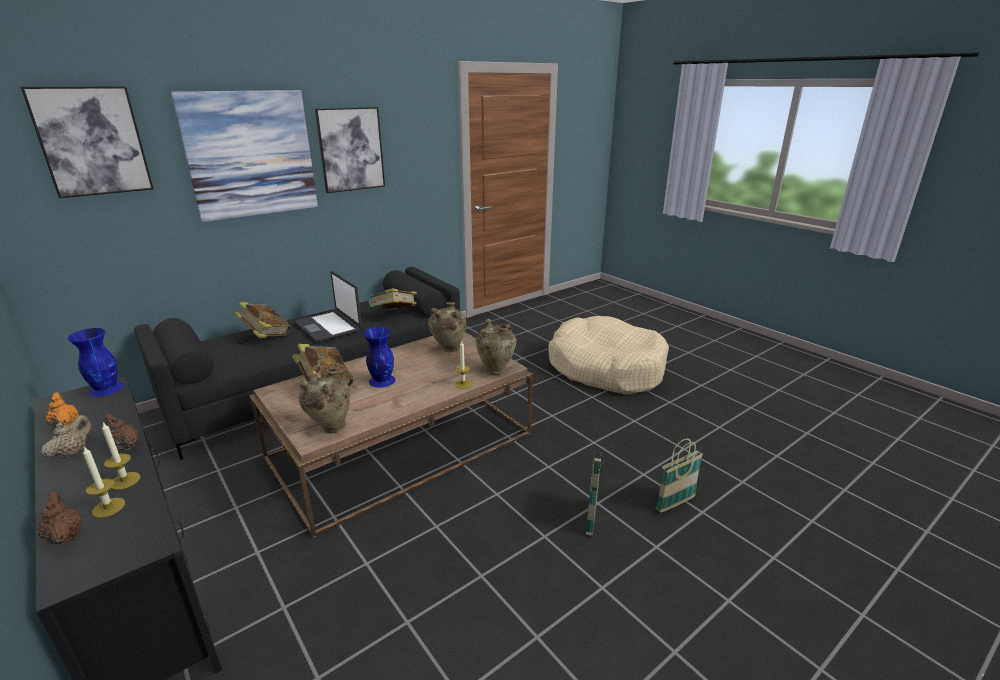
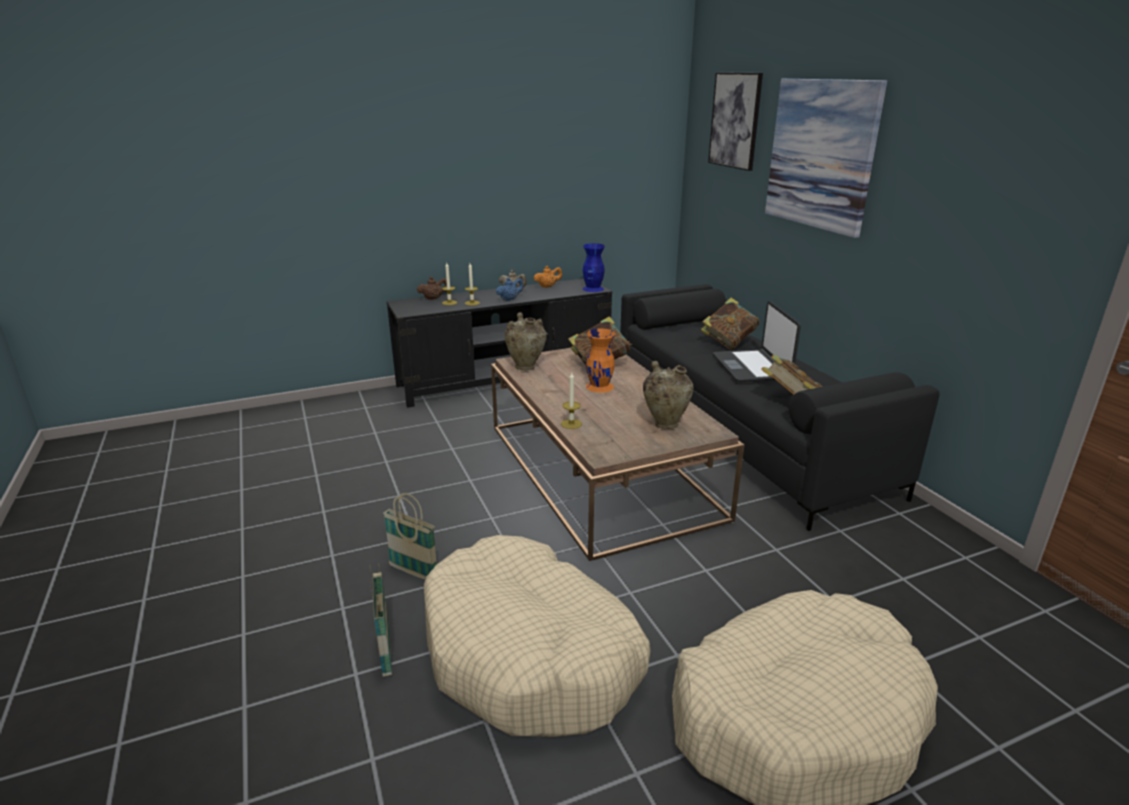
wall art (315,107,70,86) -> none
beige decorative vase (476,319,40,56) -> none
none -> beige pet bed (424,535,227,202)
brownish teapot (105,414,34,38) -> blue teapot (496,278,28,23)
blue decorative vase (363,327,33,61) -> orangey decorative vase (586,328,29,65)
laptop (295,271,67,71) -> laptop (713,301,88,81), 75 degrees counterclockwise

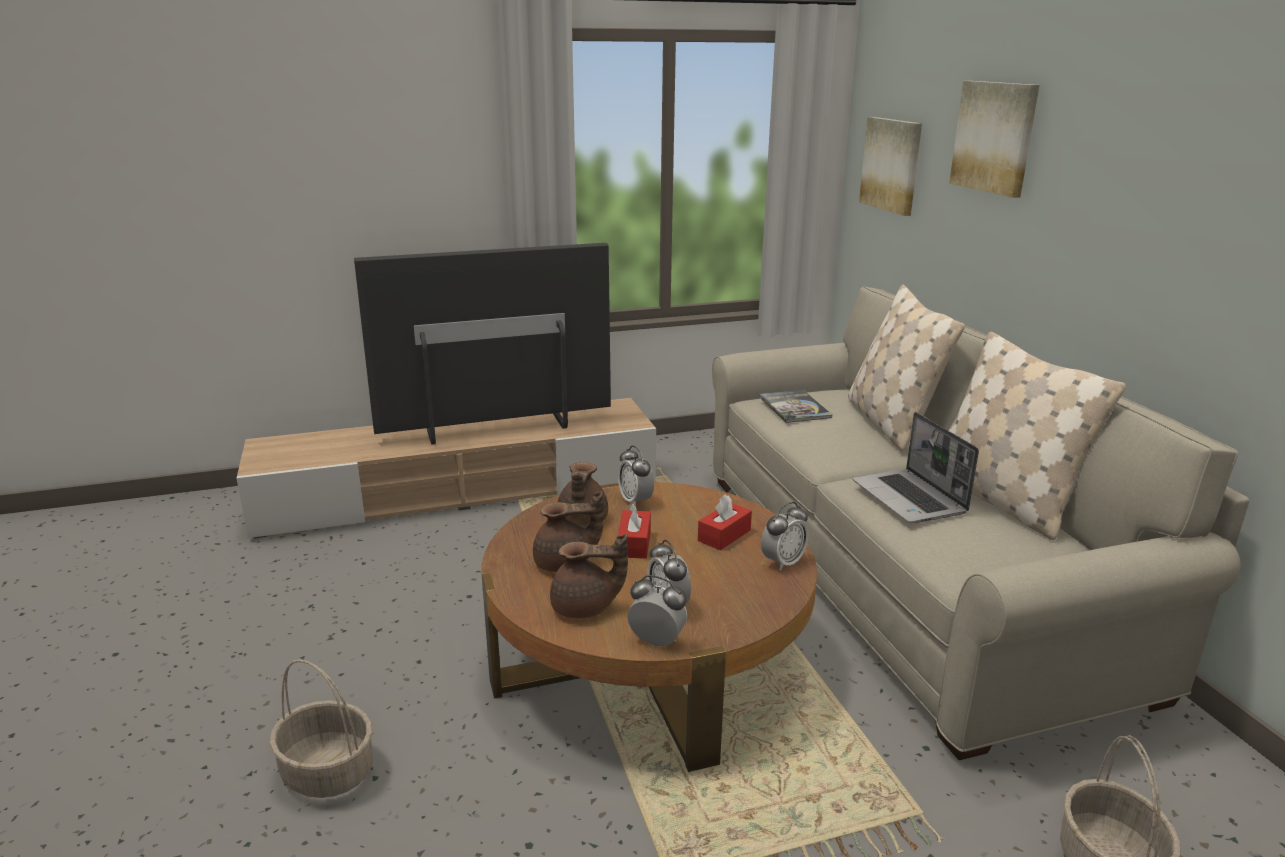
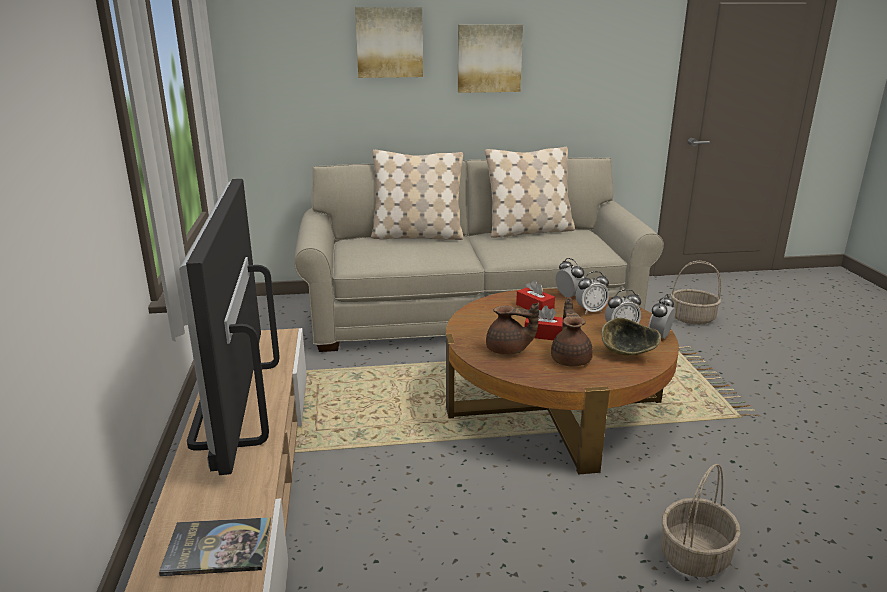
laptop (853,412,126,111) -> none
bedside clock (618,446,36,61) -> bedside clock (576,271,33,43), moved
book (759,390,74,33) -> book (159,517,112,59), moved
wall art (859,117,63,99) -> wall art (458,24,65,69), moved
brownish teapot (550,534,78,85) -> deep dish (601,318,60,38)

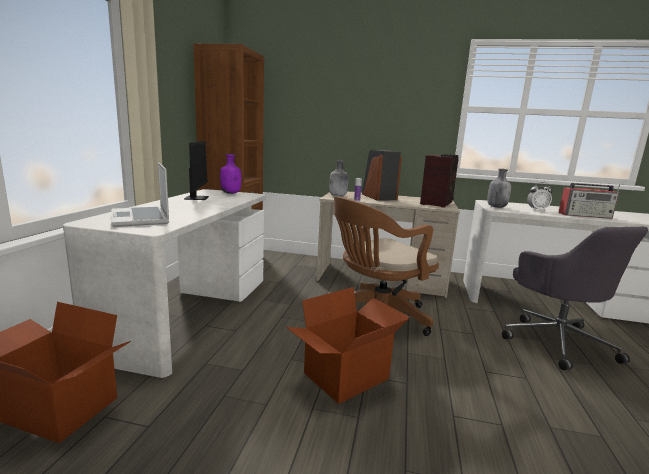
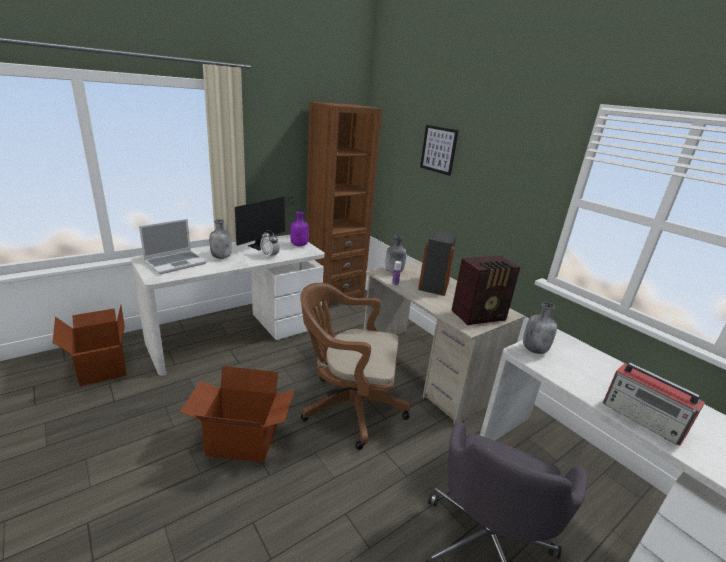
none -> gray drink bottle (209,219,23,40)
none -> wall art (420,125,39,51)
bedside clock (527,182,26,29) -> bedside clock (260,230,20,28), moved
laptop (111,162,58,65) -> laptop (139,219,68,55), 150 degrees counterclockwise

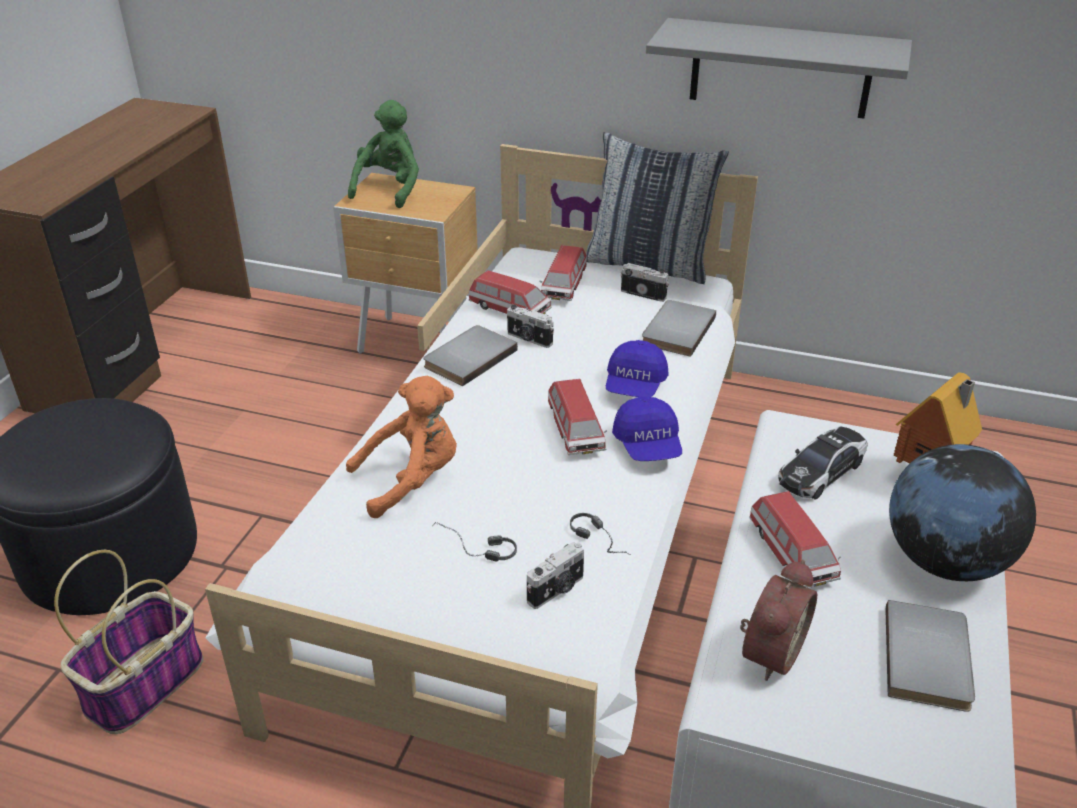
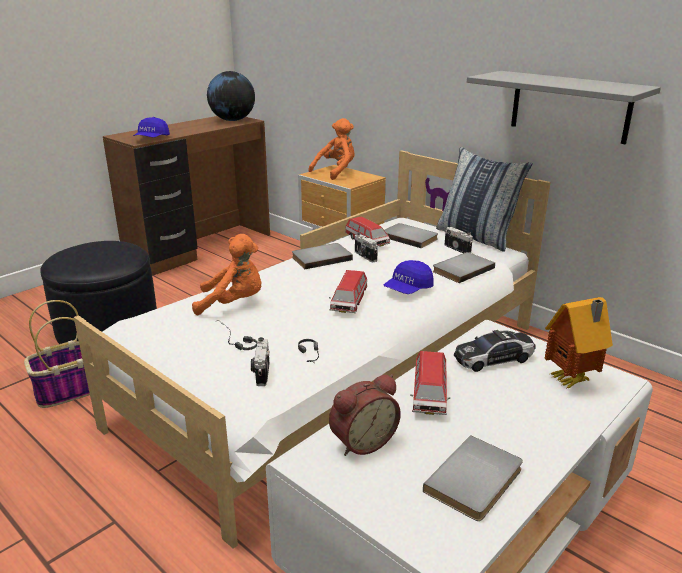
blue peaked cap (612,396,70,65) -> blue peaked cap (133,117,37,21), moved
desk globe (889,444,147,137) -> desk globe (207,71,48,50), moved
miniature car (540,245,47,56) -> gray book (384,223,54,25)
greenish cuddly toy (348,100,71,108) -> orangey cuddly toy (308,118,46,62)
still camera (527,542,57,67) -> still camera (251,337,18,49), 105 degrees clockwise

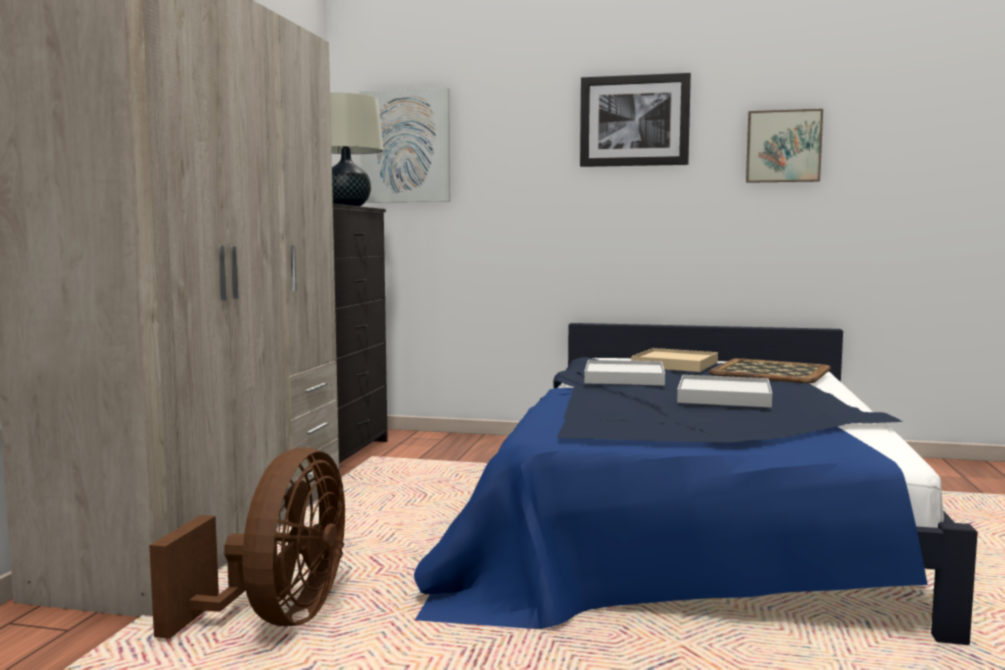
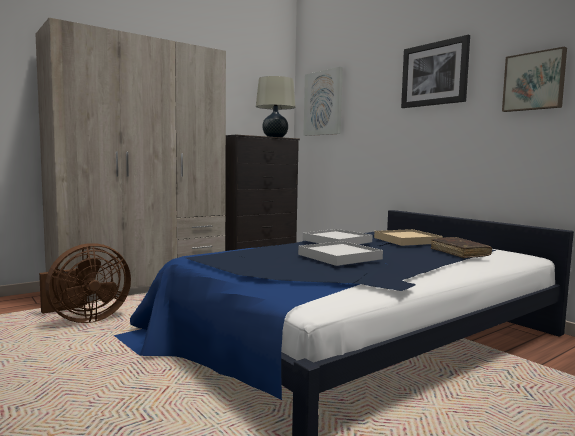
carrying tray (709,358,122,25) -> brownish book (431,237,61,21)

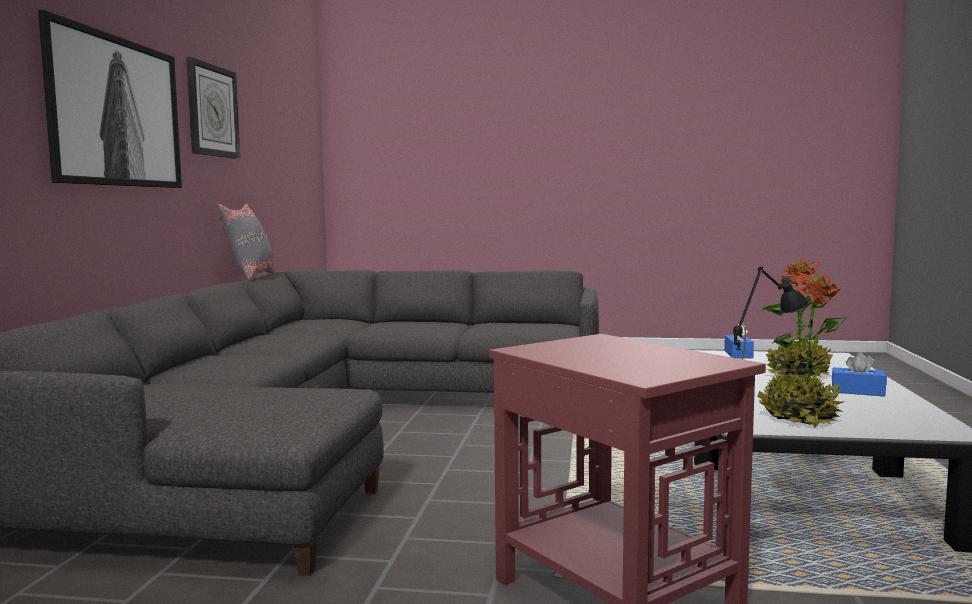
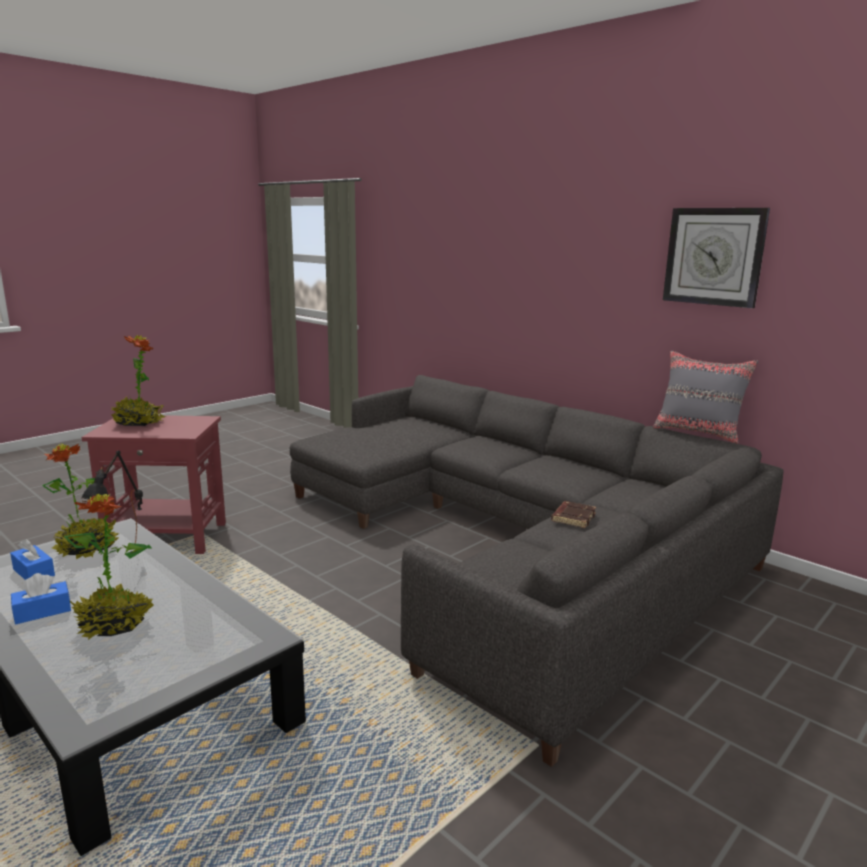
wall art (38,10,144,178) -> none
none -> houseplant (111,335,55,91)
none -> brownish book (551,501,45,27)
blue box of tissues (724,324,30,34) -> blue box of tissues (10,539,45,41), moved

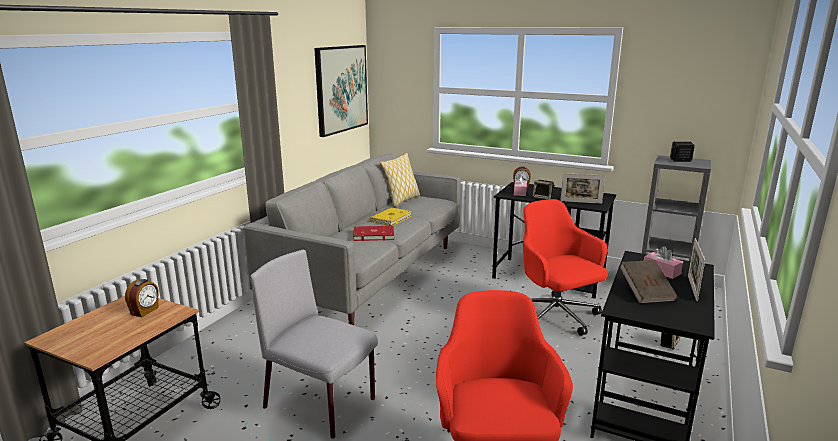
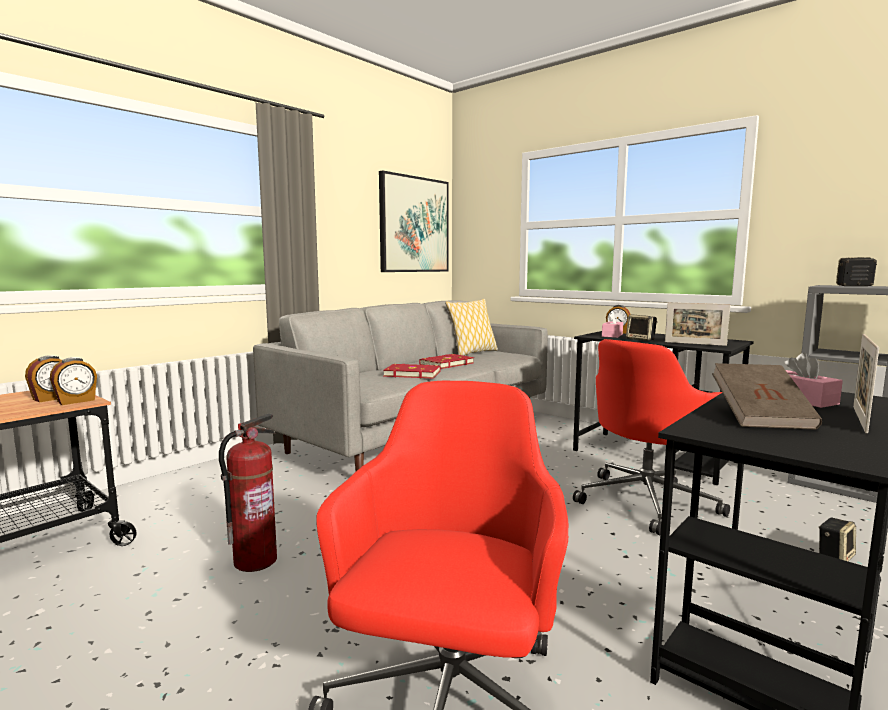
none -> bedside clock (50,357,47,48)
gray chair (250,250,128,189) -> fire extinguisher (219,413,58,159)
yellow-coloured book (370,208,42,18) -> reddish book (419,354,55,15)
reddish computer chair (523,199,85,137) -> reddish computer chair (573,339,157,196), 120 degrees counterclockwise

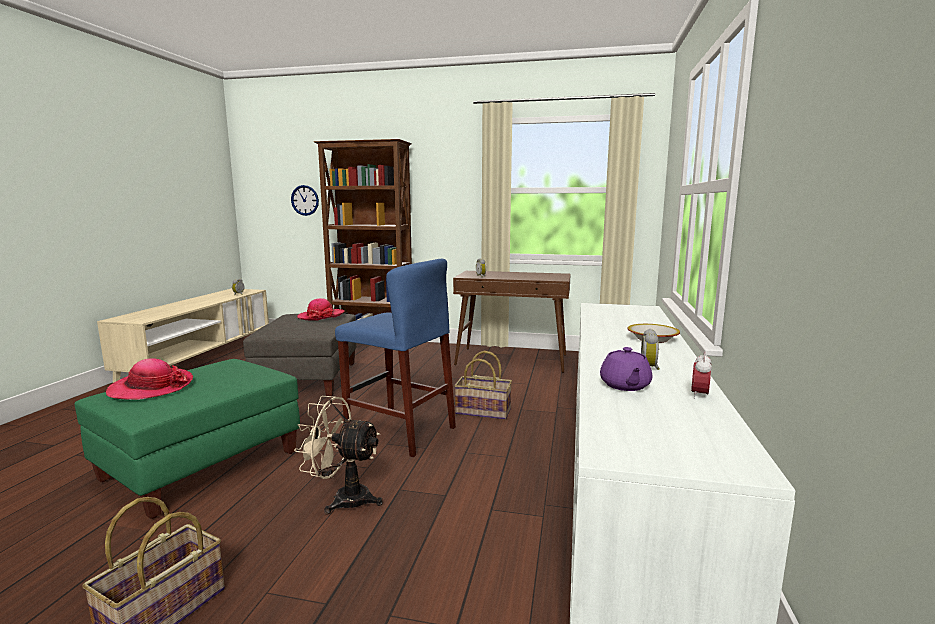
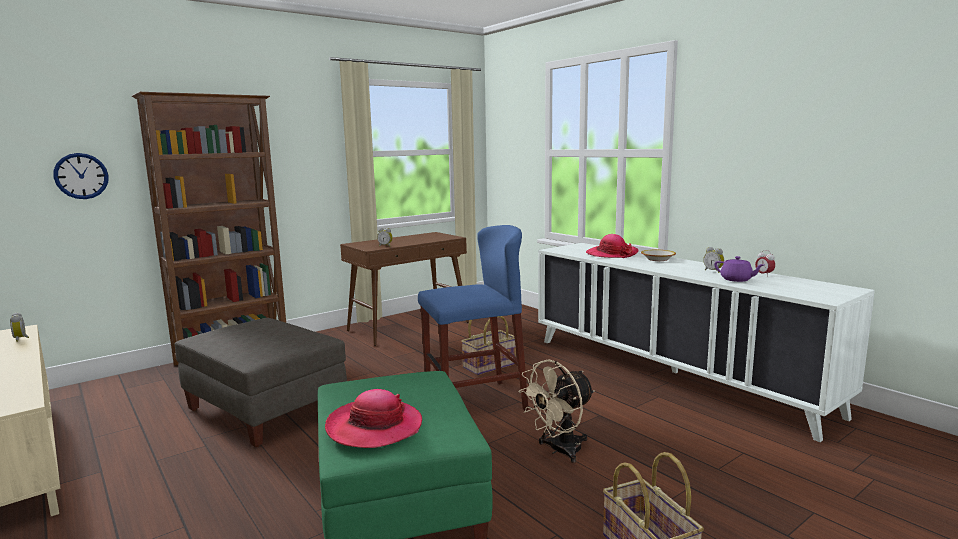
hat (297,298,48,23) -> hat (586,234,53,24), moved

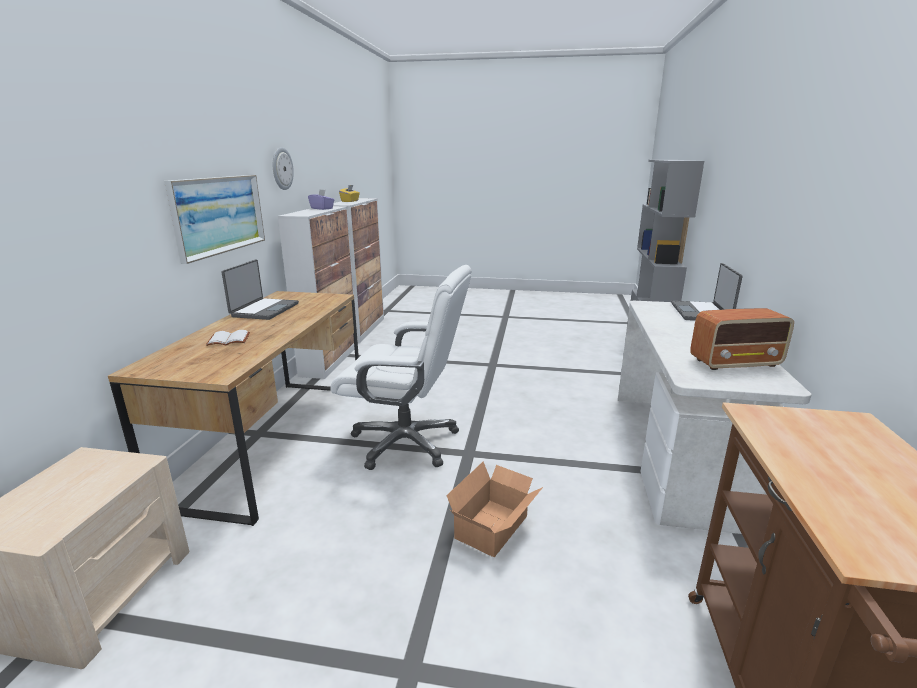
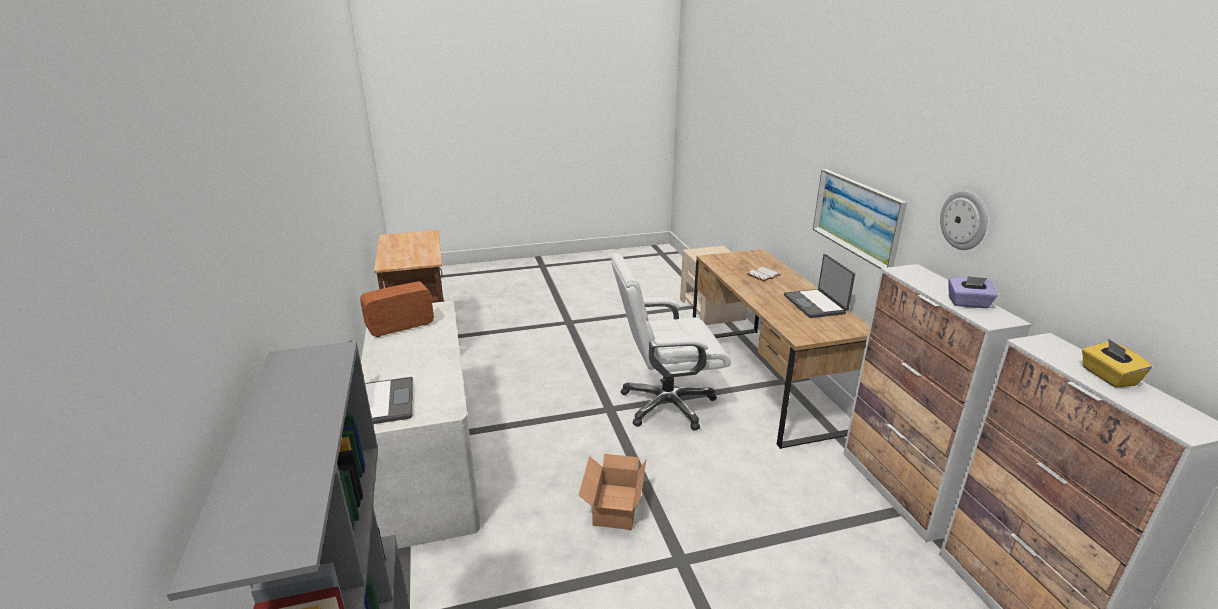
cardboard box (446,461,97,96) -> cardboard box (578,454,69,76), moved

